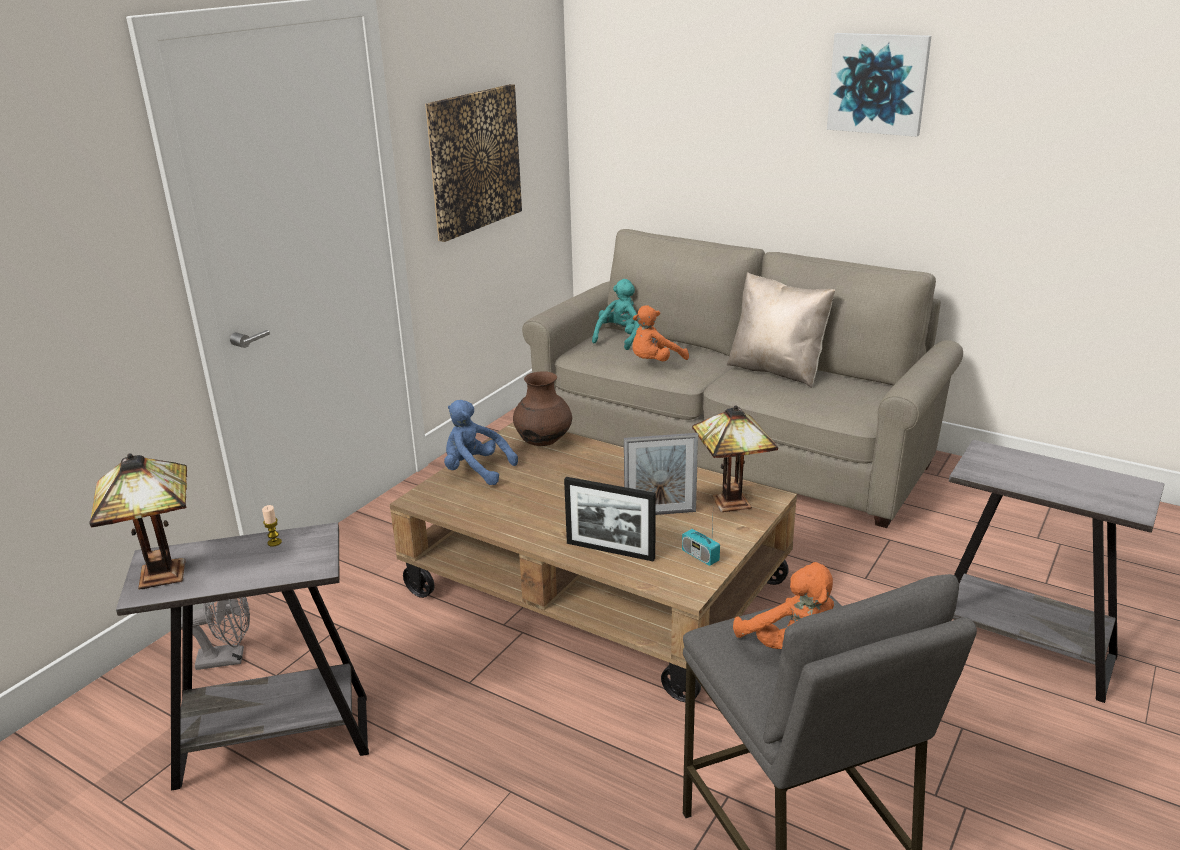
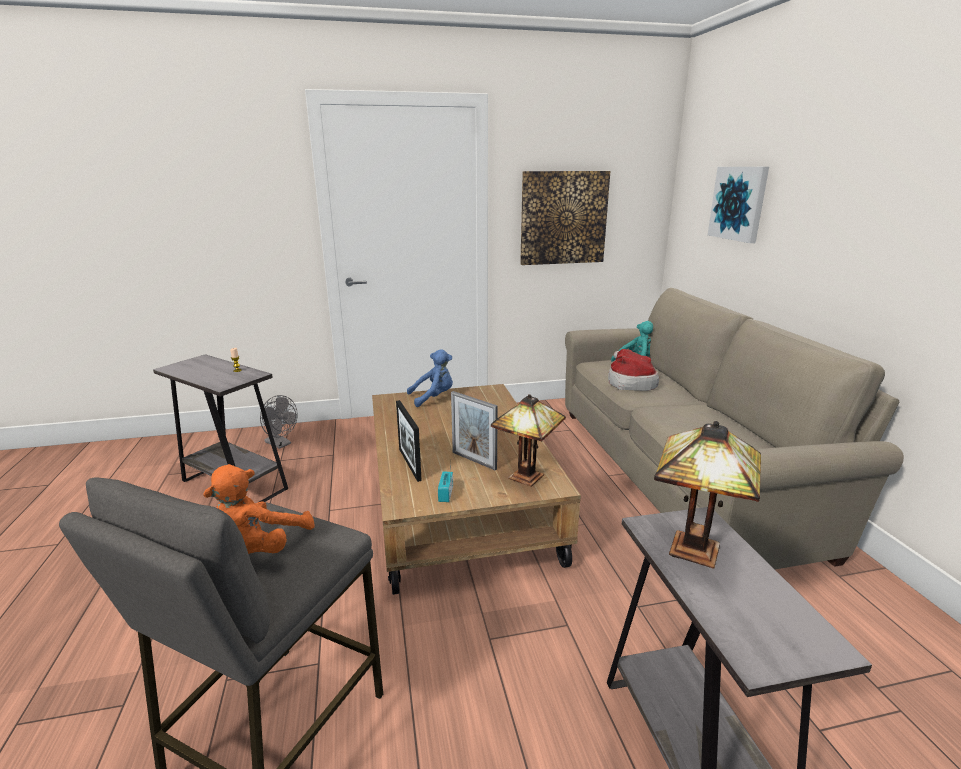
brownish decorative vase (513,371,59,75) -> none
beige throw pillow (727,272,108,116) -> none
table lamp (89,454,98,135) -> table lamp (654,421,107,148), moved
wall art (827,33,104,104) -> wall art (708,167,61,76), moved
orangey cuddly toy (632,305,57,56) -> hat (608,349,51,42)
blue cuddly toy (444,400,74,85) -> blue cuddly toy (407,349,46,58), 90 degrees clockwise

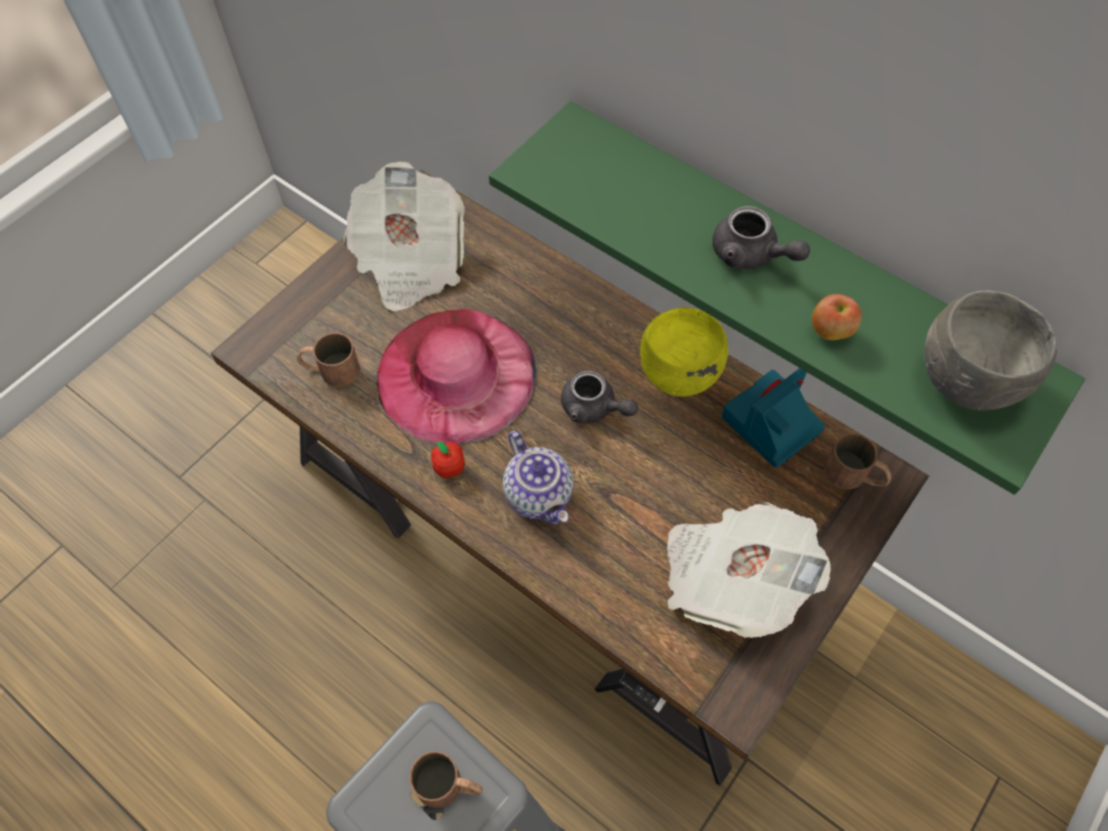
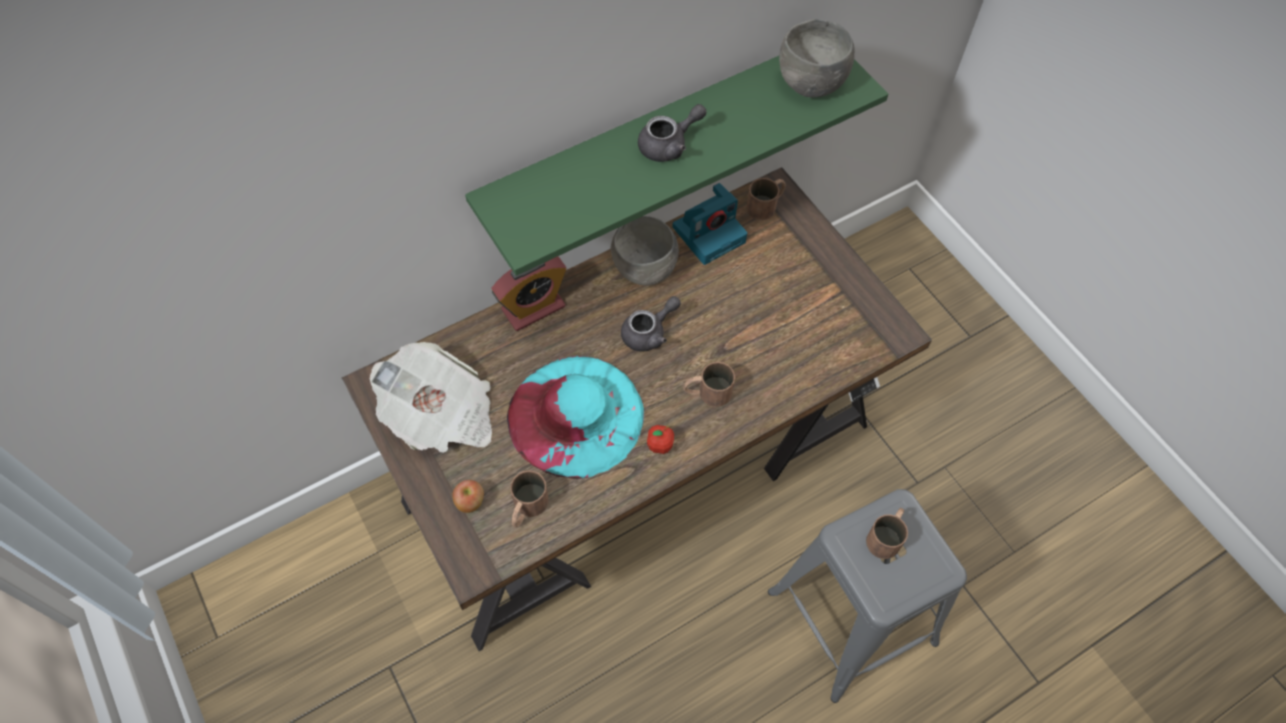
daily paper (667,502,164,136) -> none
none -> bedside clock (491,256,75,75)
apple fruit (812,294,50,46) -> apple fruit (452,480,32,33), moved
teapot (503,431,71,94) -> brownish tea mug (683,362,52,45)
pink hat (377,309,159,135) -> turquoise hat (507,356,137,123)
yellow-coloured deep dish (640,307,88,90) -> gray deep dish (611,216,68,69)
still camera (722,368,103,100) -> still camera (672,183,75,82), 105 degrees counterclockwise

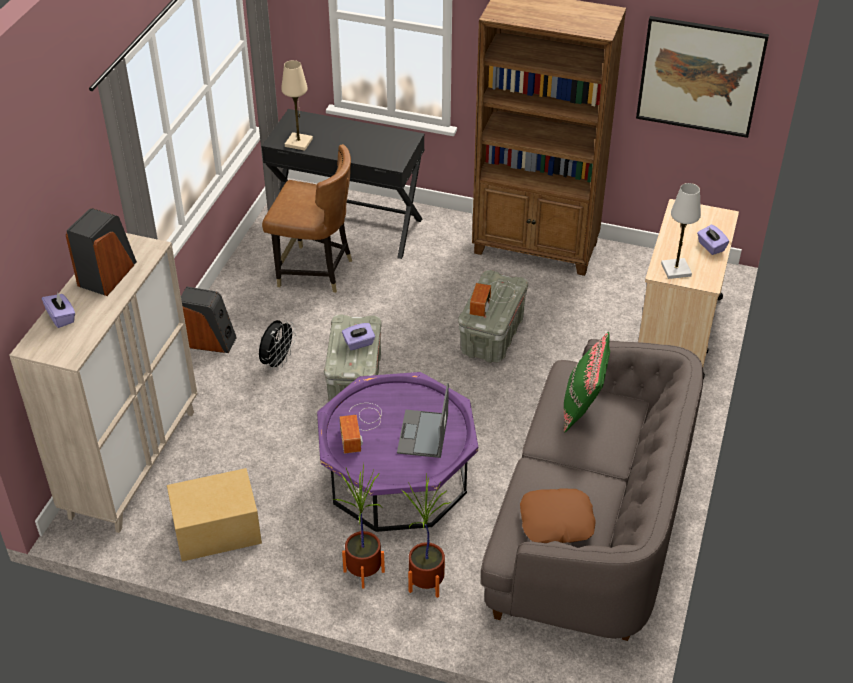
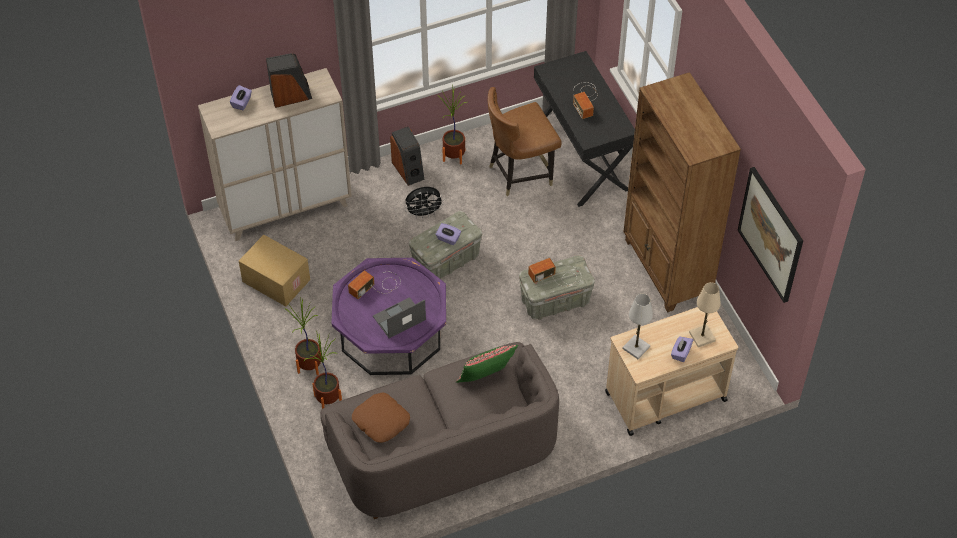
none -> houseplant (439,90,28,74)
none -> radio (573,82,24,37)
beige table lamp (281,60,32,91) -> beige table lamp (689,282,32,65), moved
brownish chair (262,144,90,149) -> brownish chair (488,87,74,109), 90 degrees clockwise

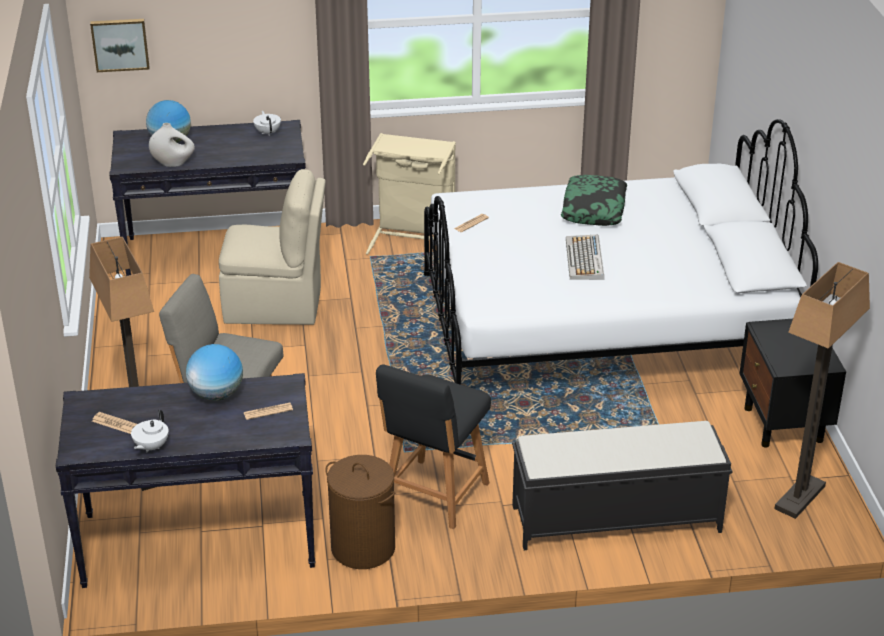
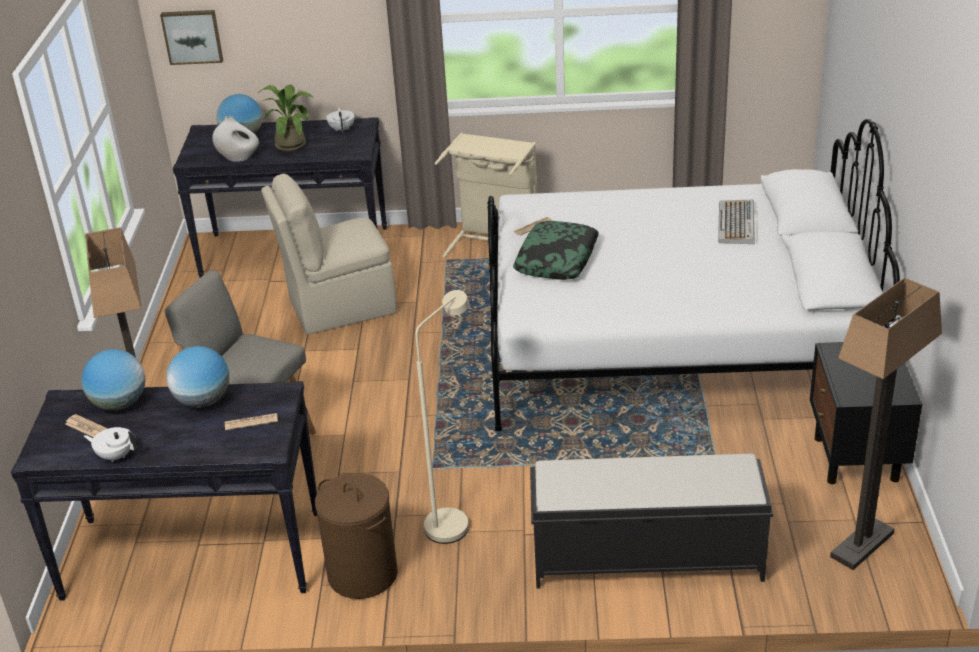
none -> desk globe (81,349,64,62)
none -> houseplant (258,85,56,67)
throw pillow (561,175,66,51) -> throw pillow (513,221,86,59), moved
PC keyboard (566,235,38,45) -> PC keyboard (718,200,37,44), moved
blackish chair (376,364,115,165) -> beige floor lamp (416,290,53,254)
white-coloured teapot (131,410,38,43) -> white-coloured teapot (84,427,54,35), 75 degrees clockwise
beige chair (219,169,107,156) -> beige chair (261,174,136,161), 150 degrees clockwise

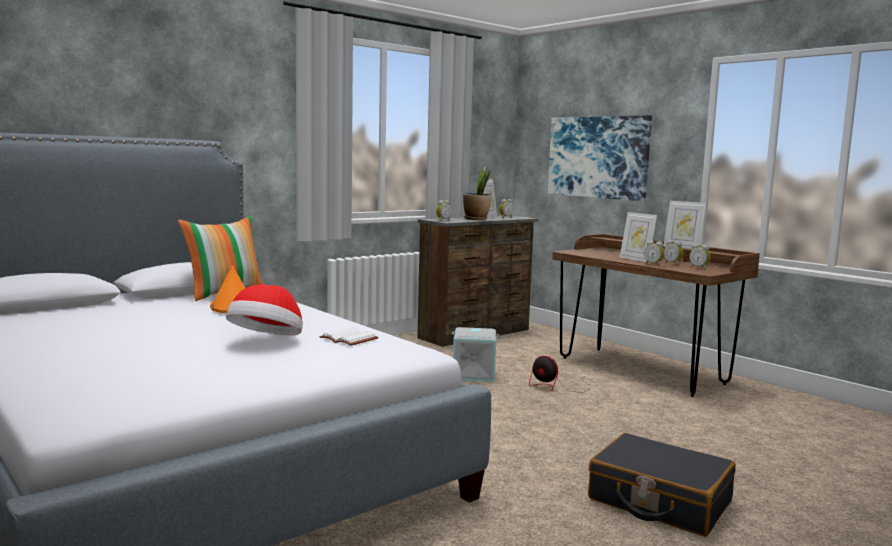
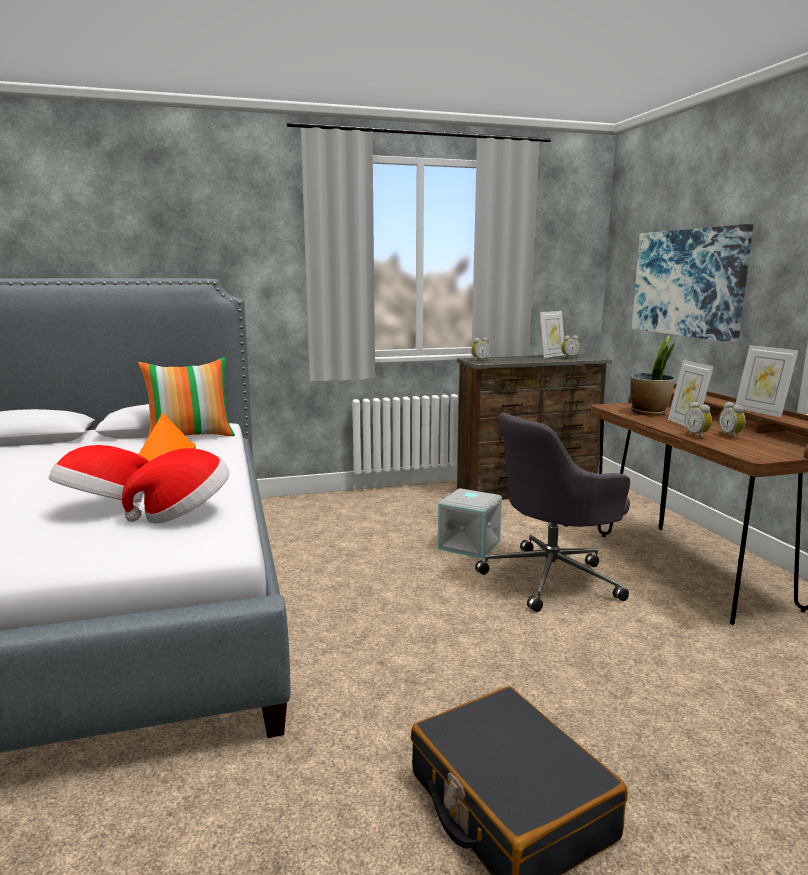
bedside clock (689,244,22,26) -> none
houseplant (463,167,29,53) -> houseplant (630,335,45,81), moved
white-coloured book (320,327,59,19) -> hat (122,448,107,75)
fan (529,356,62,37) -> gray computer chair (475,412,155,200)

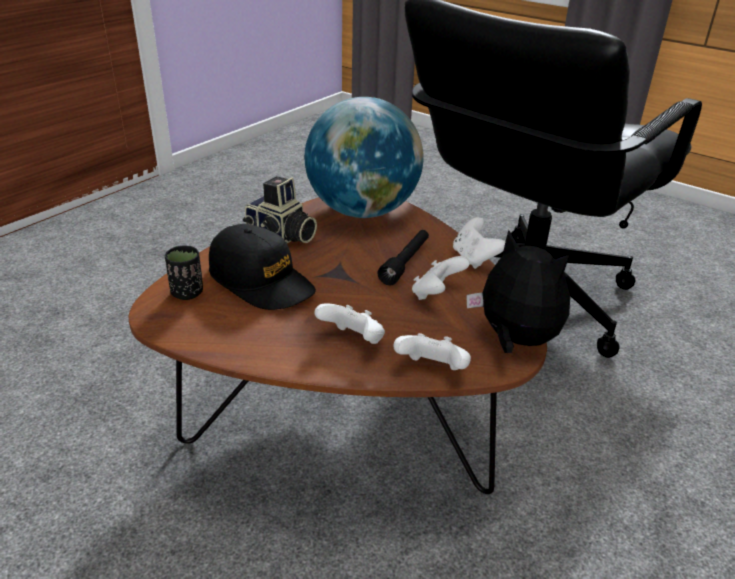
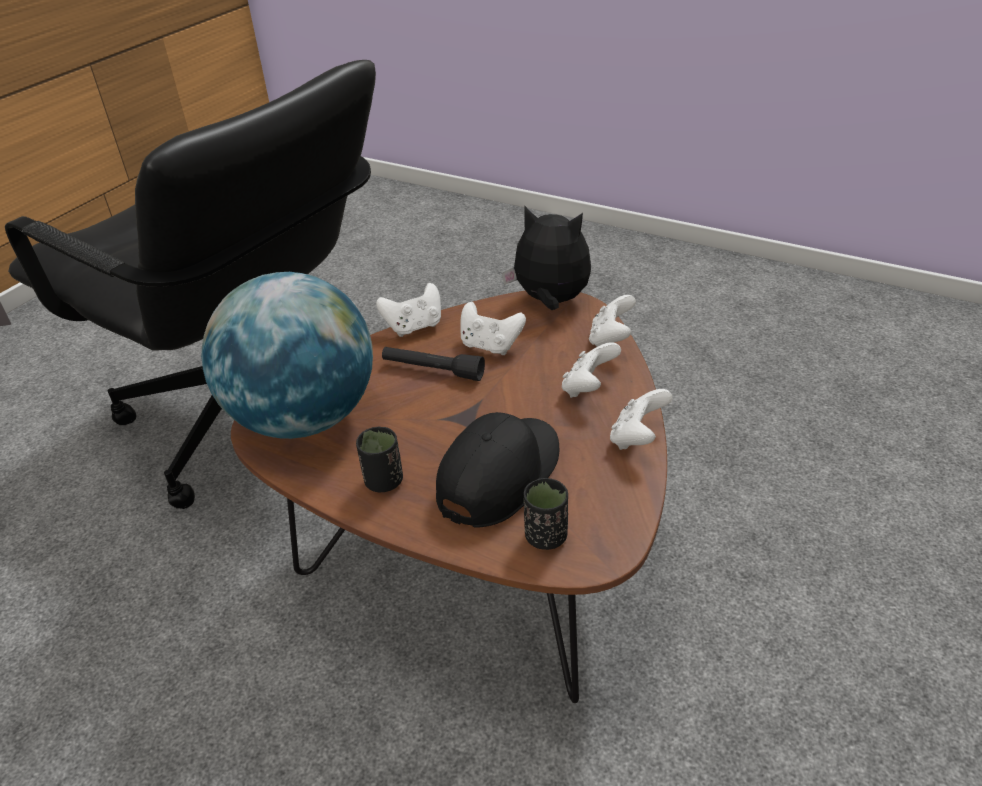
none -> white-coloured gamepad (610,389,63,61)
still camera (243,176,74,67) -> blackish small cup (356,427,47,65)
cuddly toy (467,230,103,123) -> cuddly toy (502,206,89,104), 75 degrees clockwise

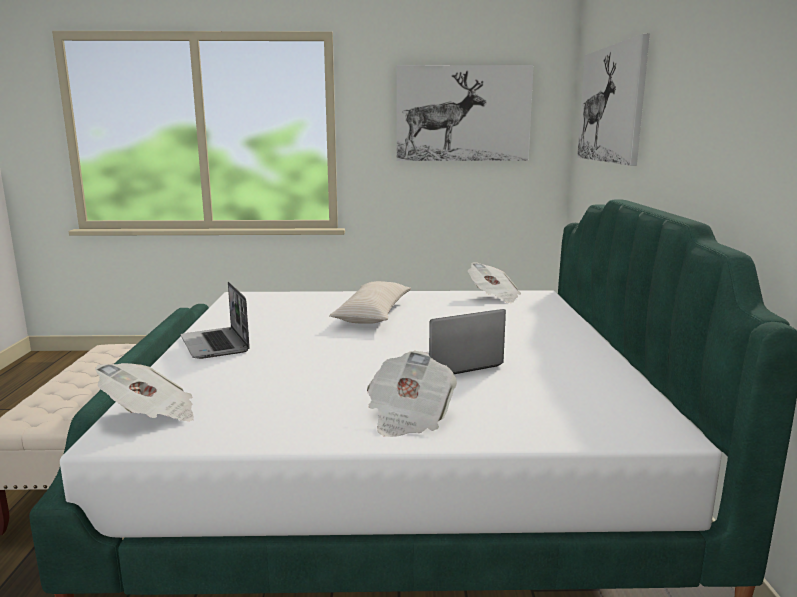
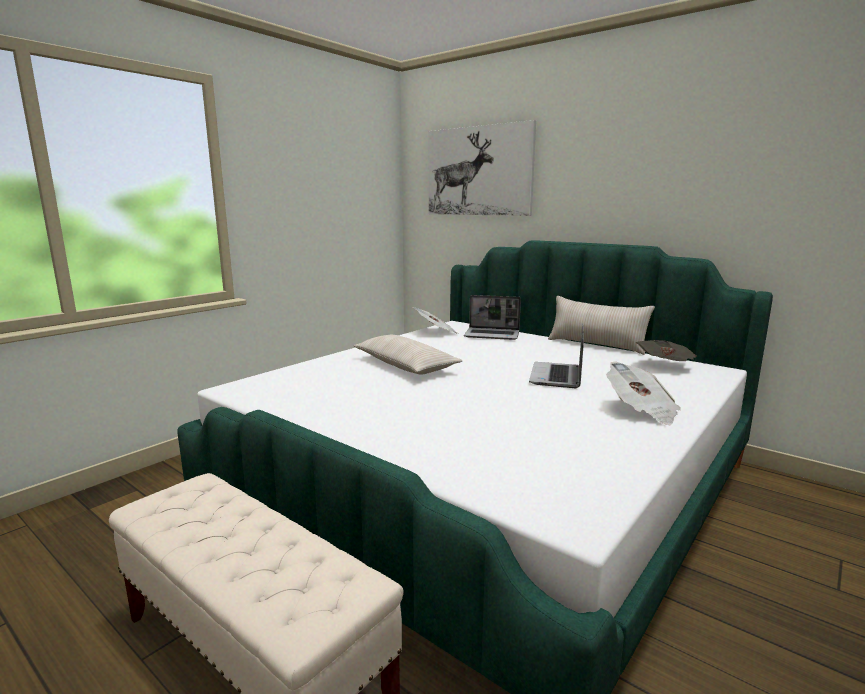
wall art (396,65,138,96) -> none
none -> beige throw pillow (548,296,107,59)
daily paper (95,363,99,58) -> daily paper (636,340,61,21), moved
laptop (181,282,68,77) -> laptop (464,295,57,45), moved

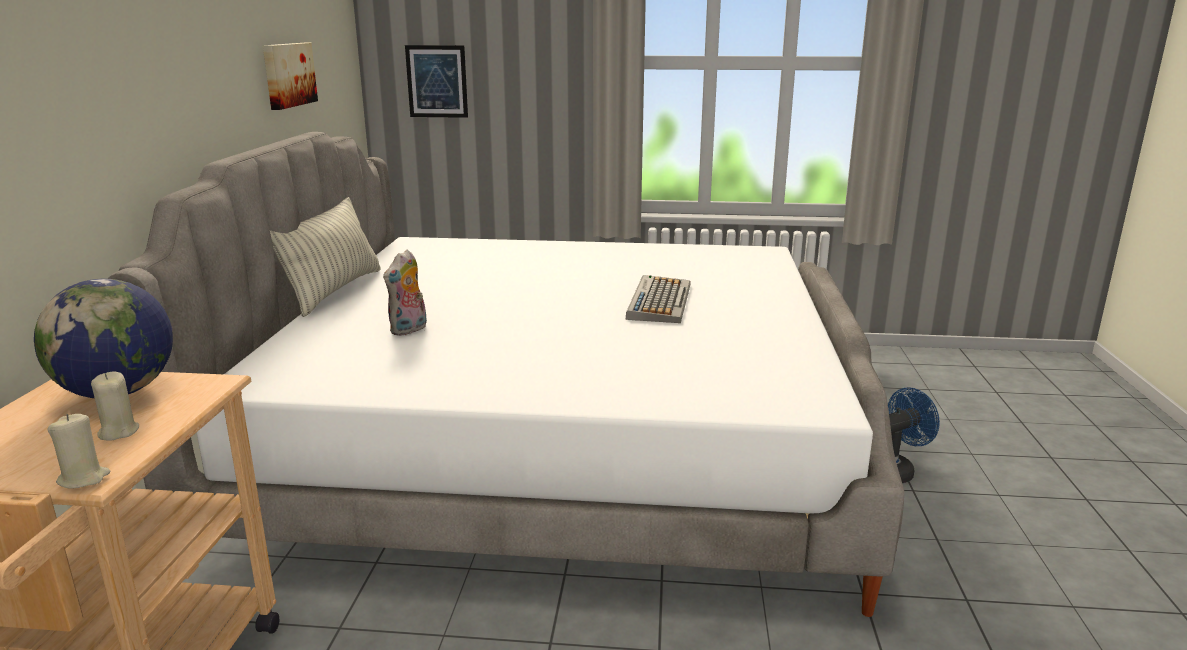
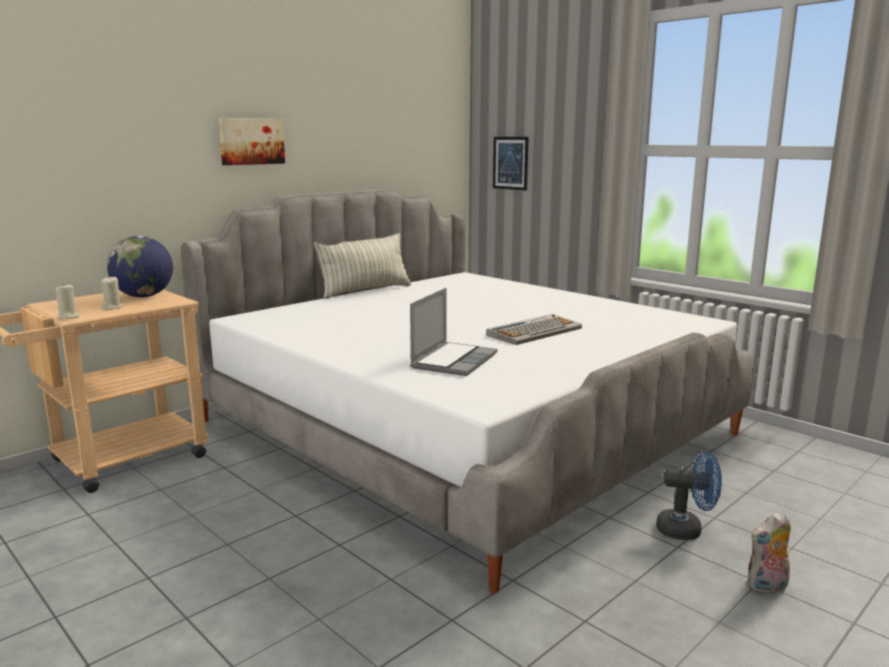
none -> laptop (410,288,88,88)
wall art (263,43,55,67) -> wall art (218,118,67,47), moved
cuddly toy (383,250,44,86) -> cuddly toy (747,512,44,83), moved

